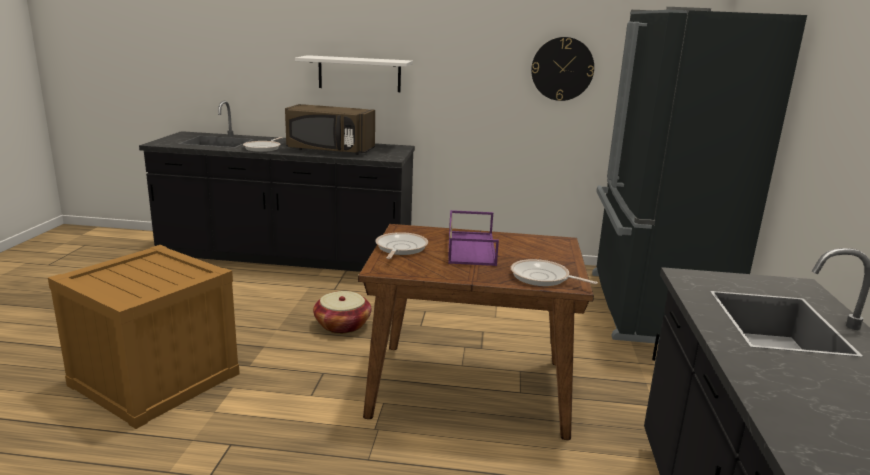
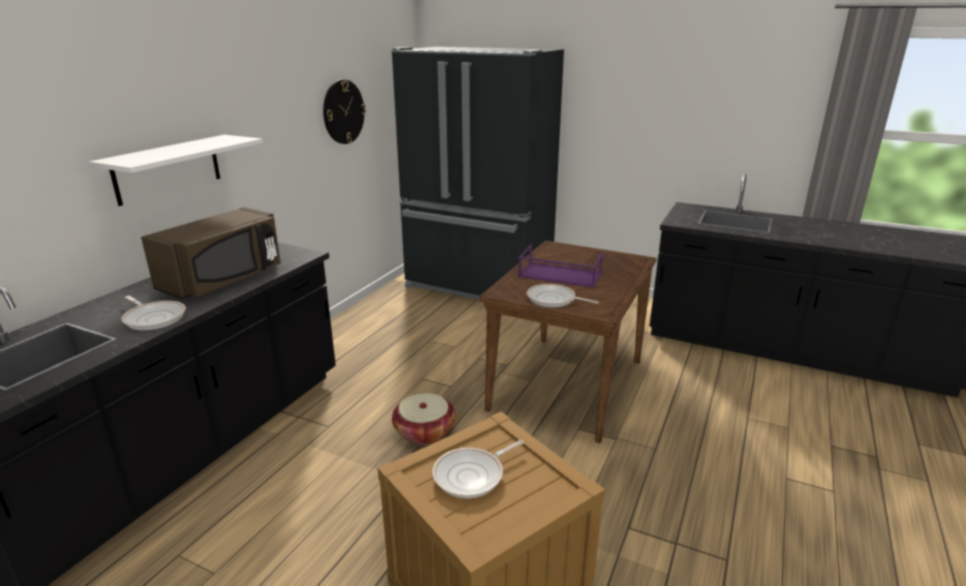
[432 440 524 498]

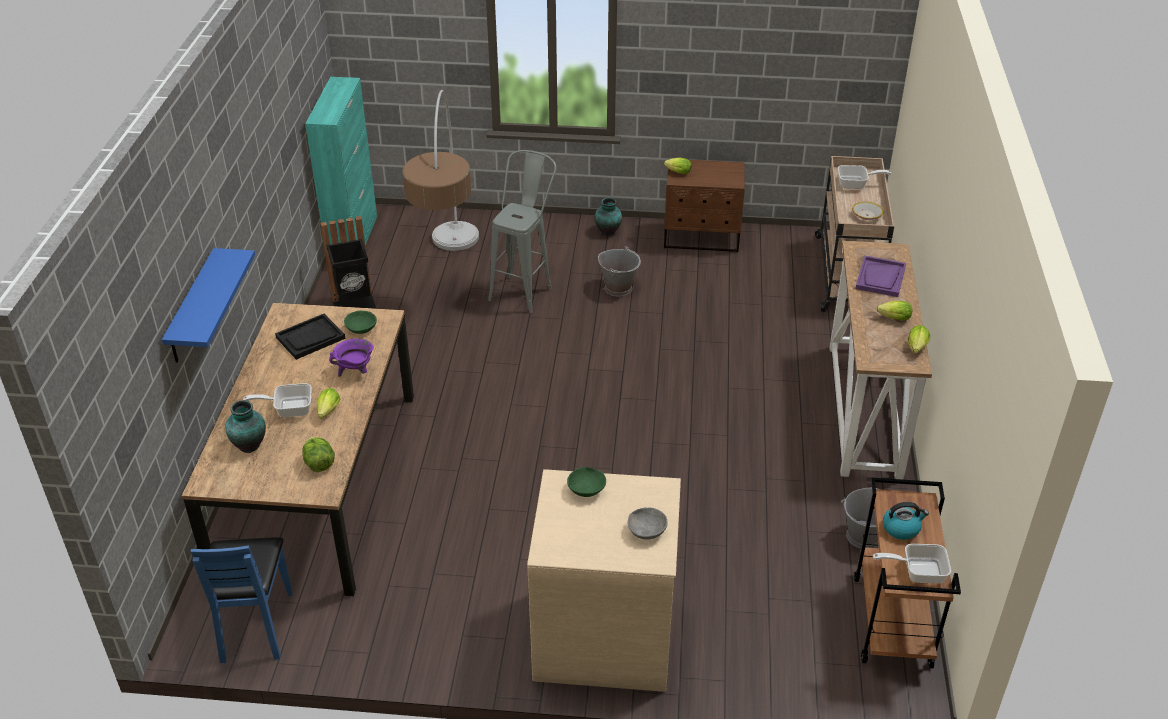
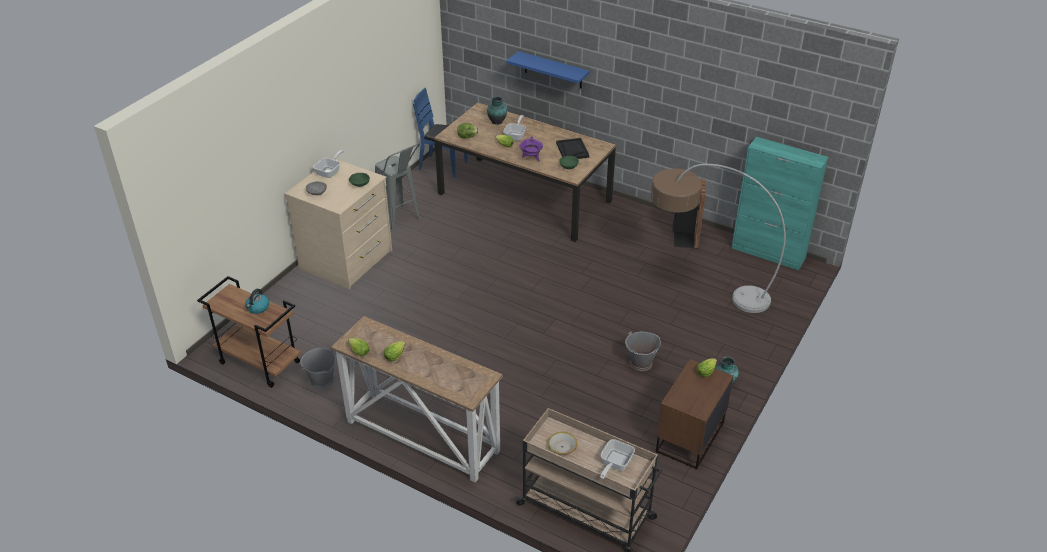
[375 143 421 233]
[855 256 906 297] (first image)
[313 150 344 178]

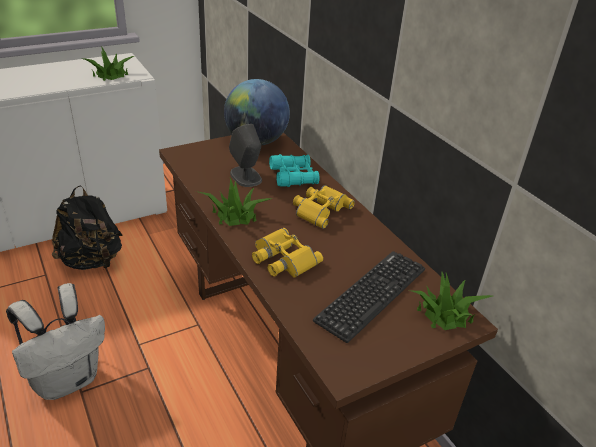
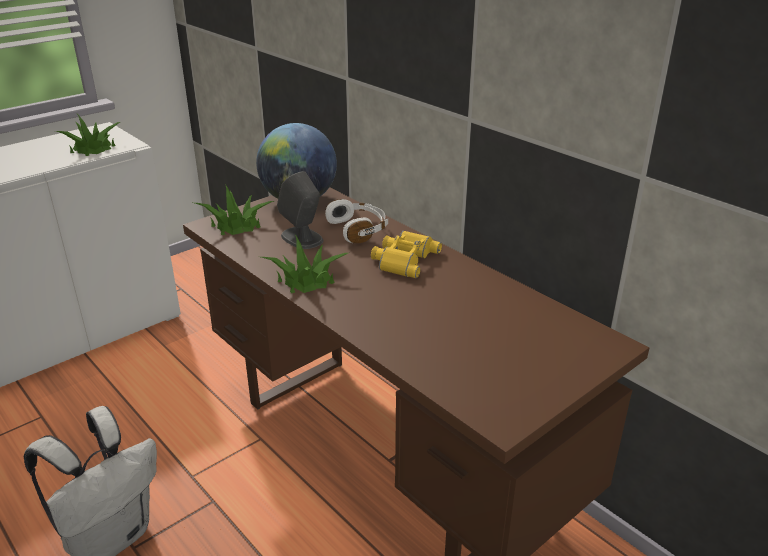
[51 185 123 270] (first image)
[252 228 323 278] (first image)
[325 199 388 244]
[313 251 425 343] (first image)
[195 184 274 235]

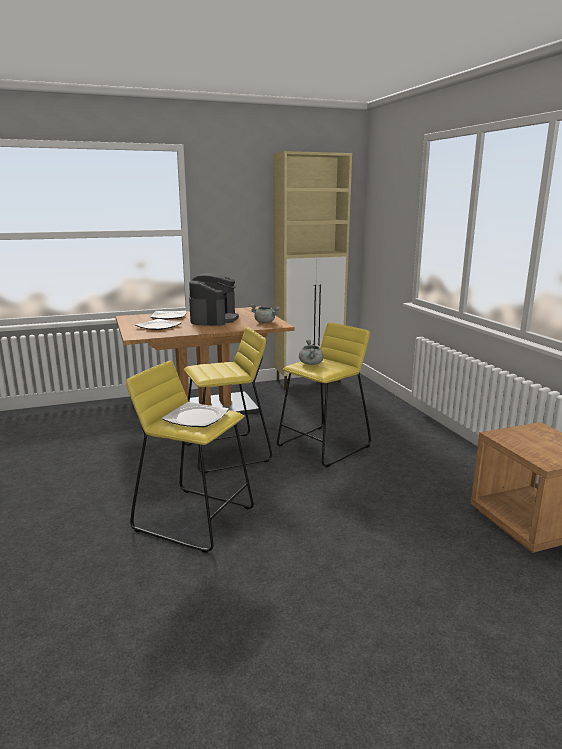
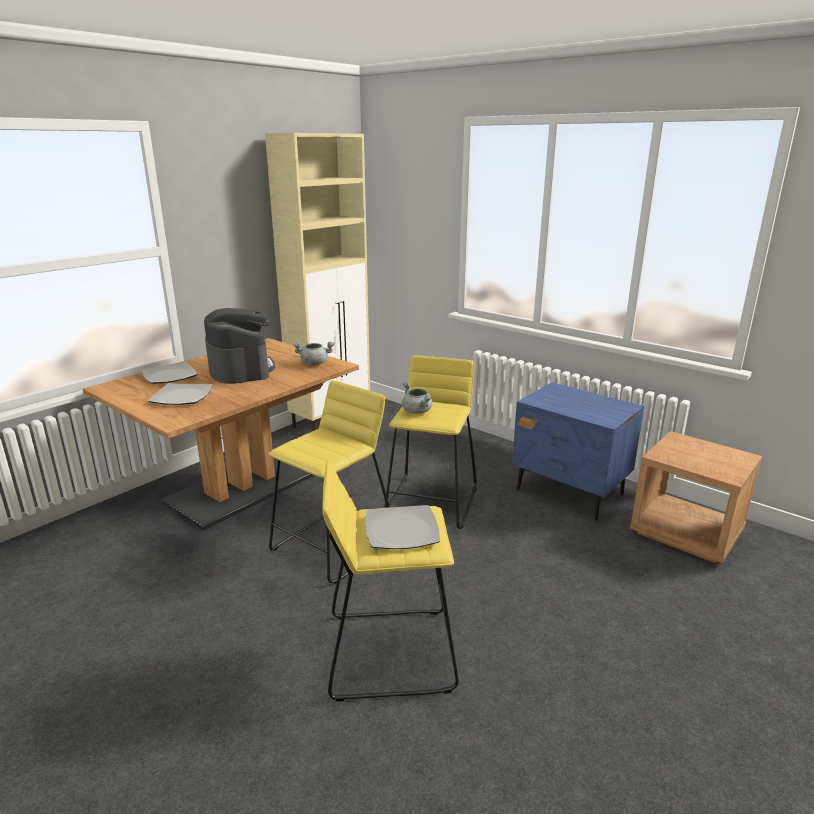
[512 382 644 521]

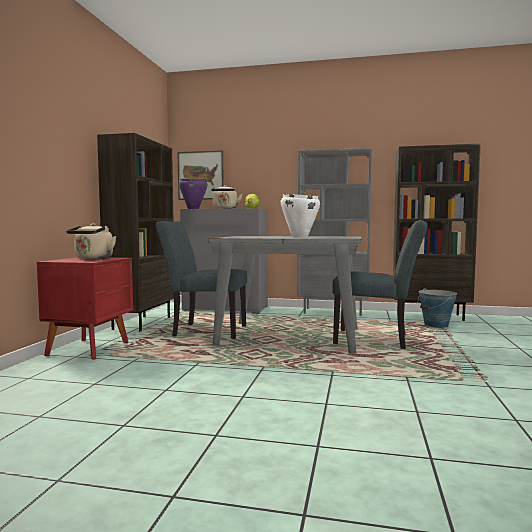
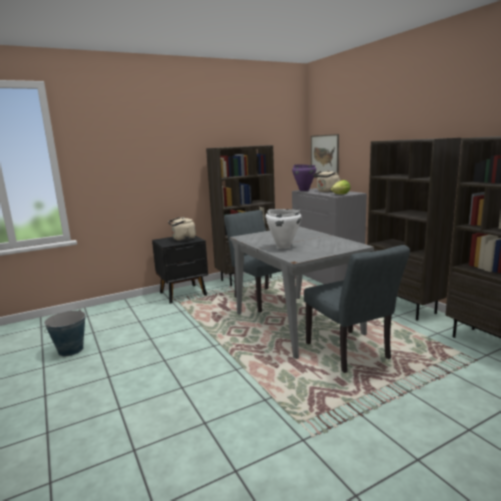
[152 235 208 303]
[367 138 461 321]
[44 310 86 356]

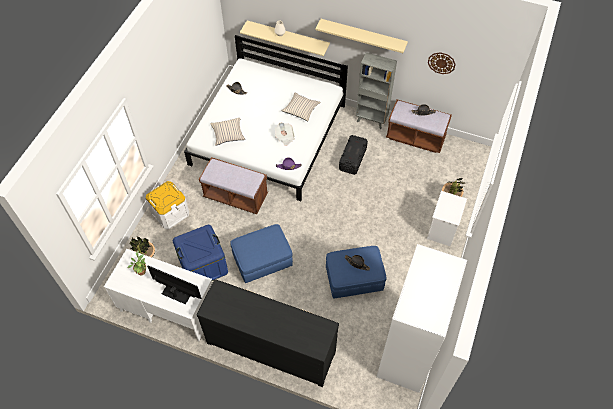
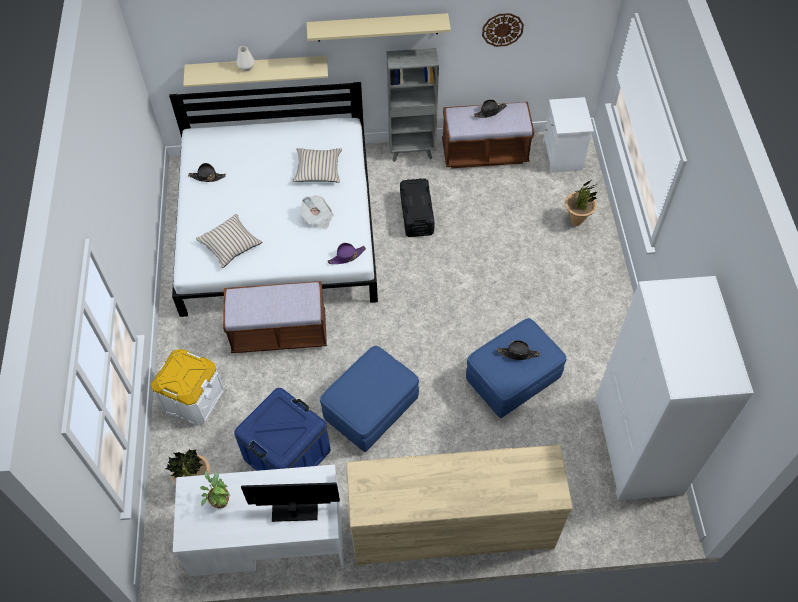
[346 445 573 566]
[543 97 594 174]

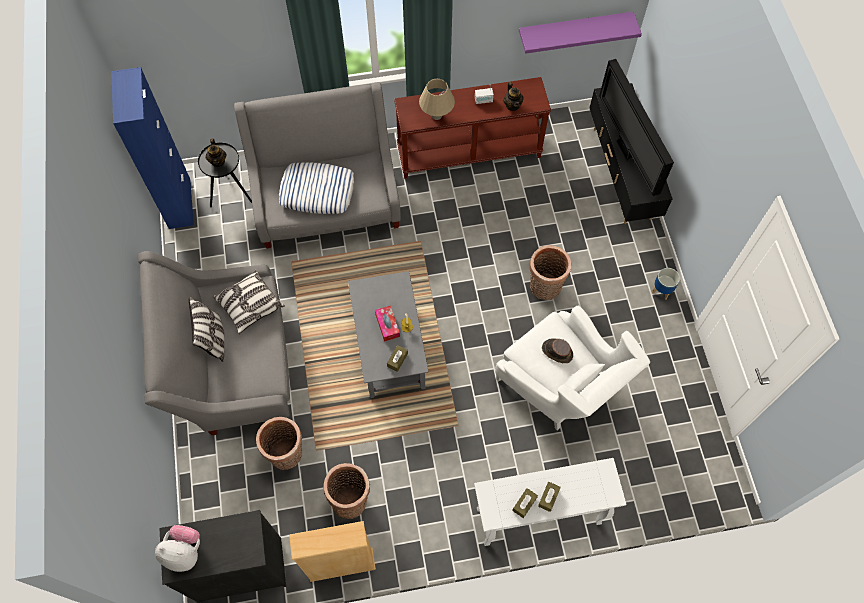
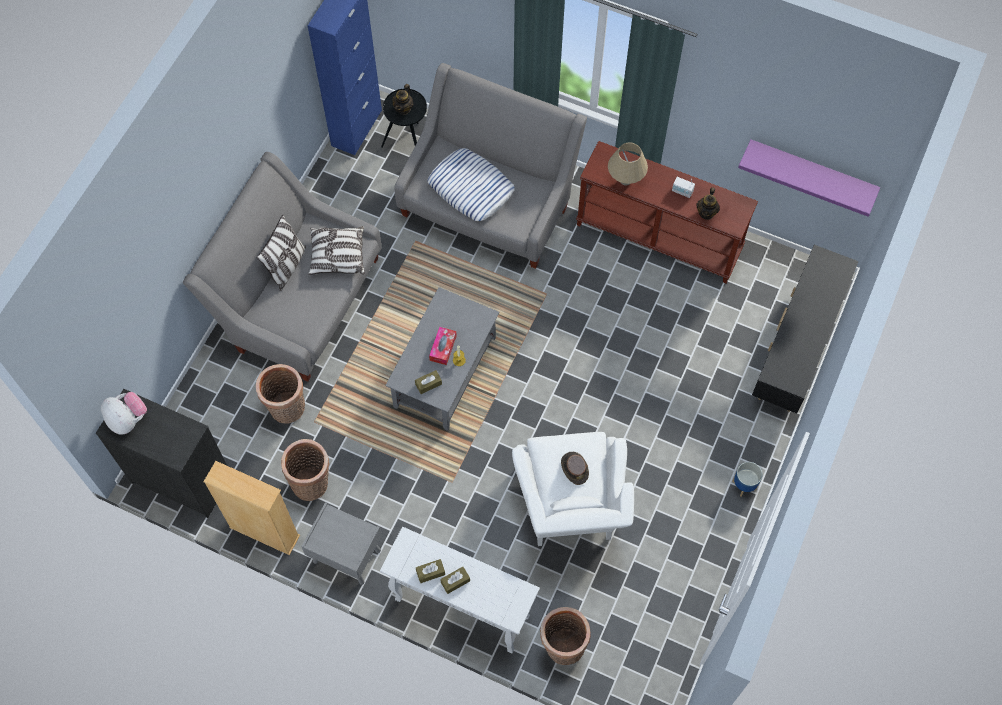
[540 607 591 665]
[599 59 674 196] (first image)
[301 503 382 585]

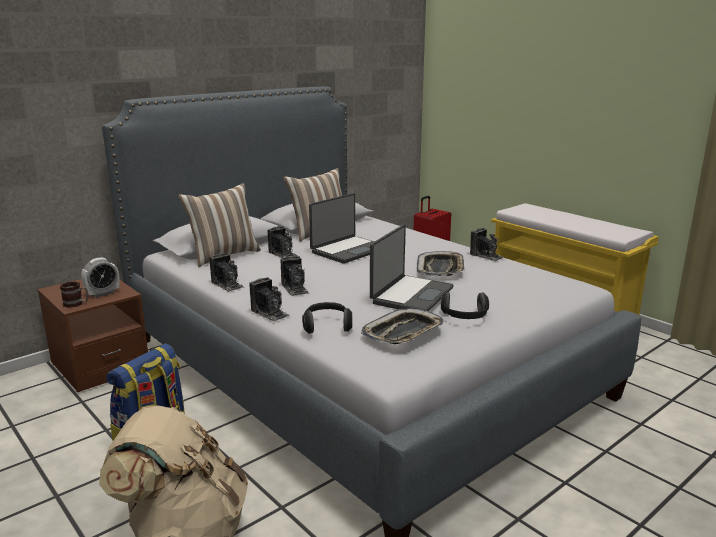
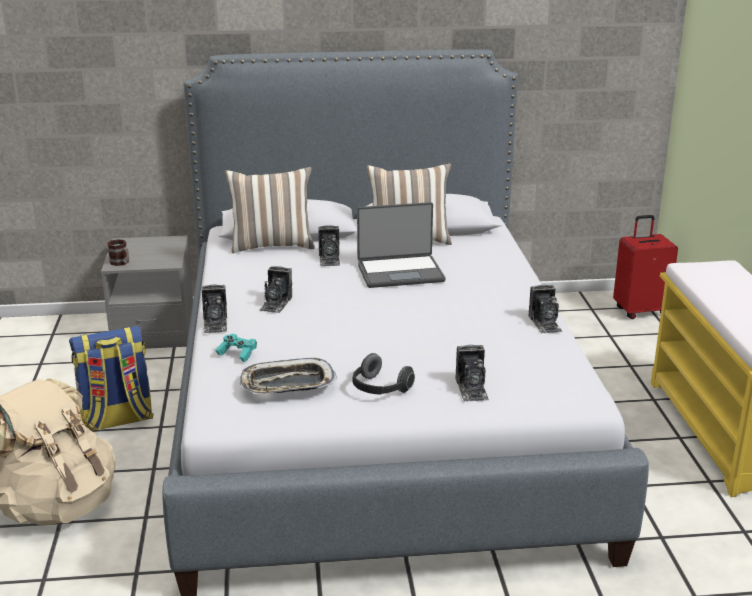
[101 235 193 349]
[81 257 120 298] (first image)
[455 345 489 402]
[216 334 257 362]
[370 225 454 311] (first image)
[417 251 465 276] (first image)

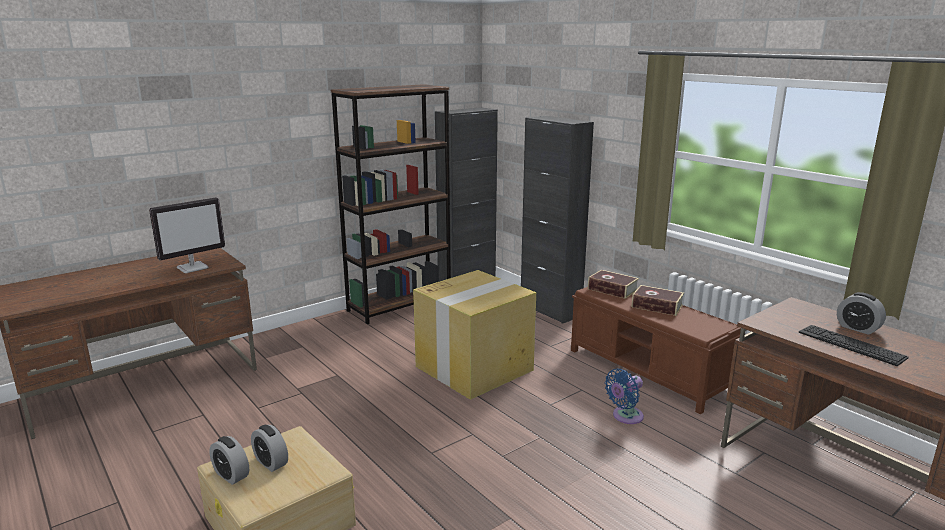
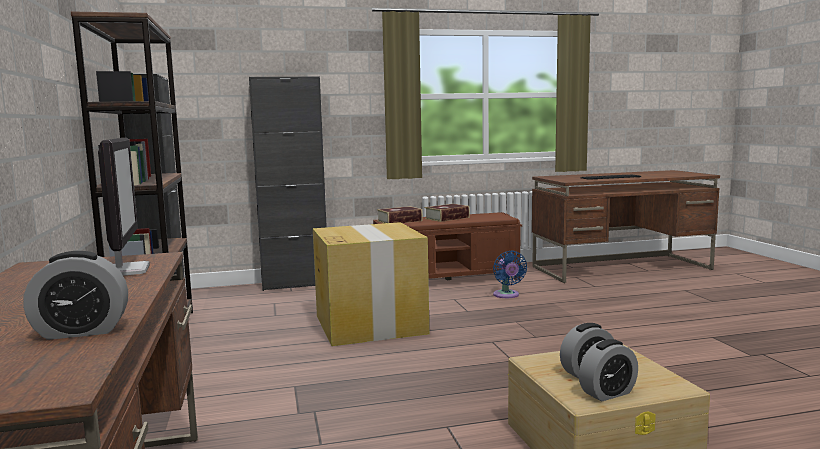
[23 251 128 340]

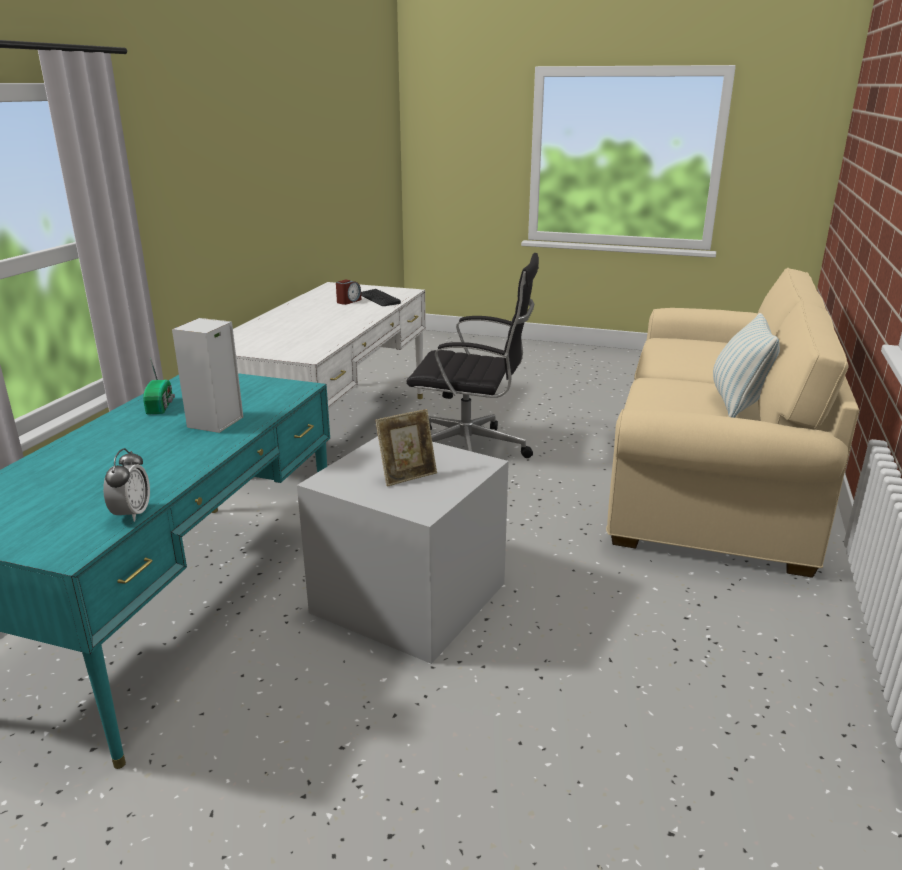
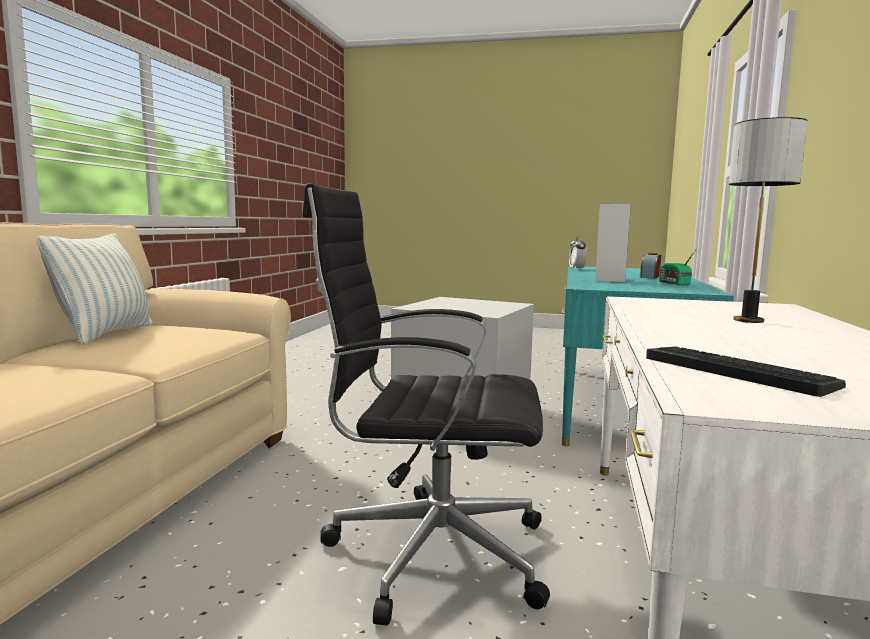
[640 253 661 279]
[375 409 437 487] (first image)
[729 117 807 323]

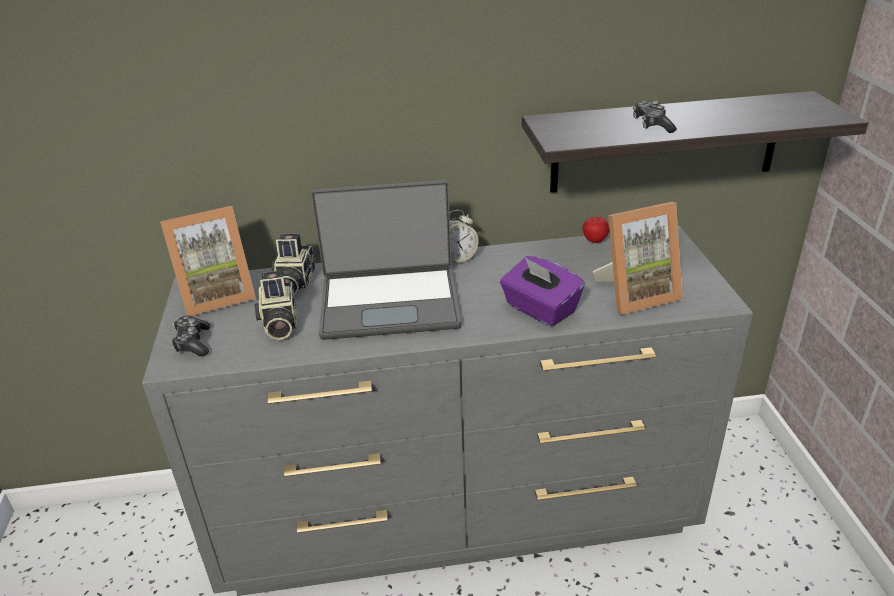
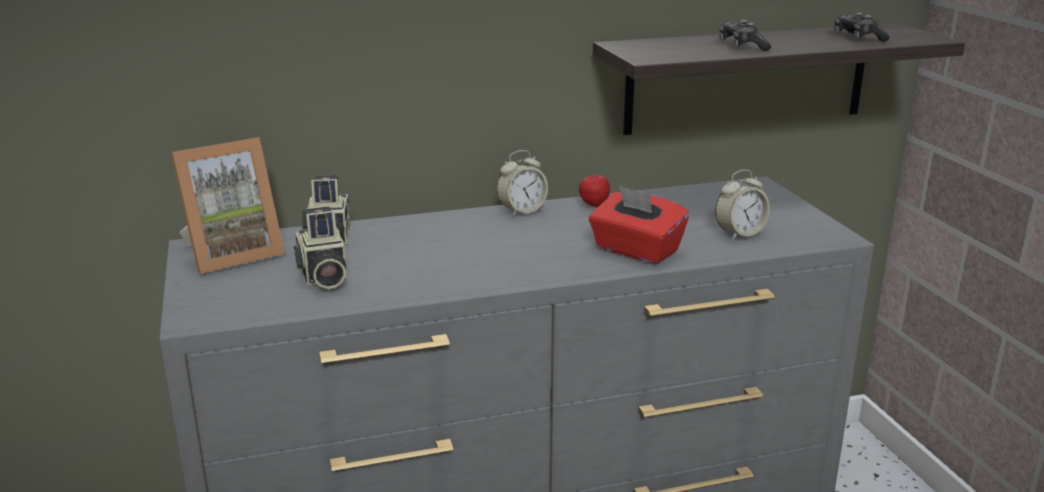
[834 12 889 42]
[311 180 461 340] (first image)
[589 186 689 264]
[579 175 610 207]
[715 170 770 240]

